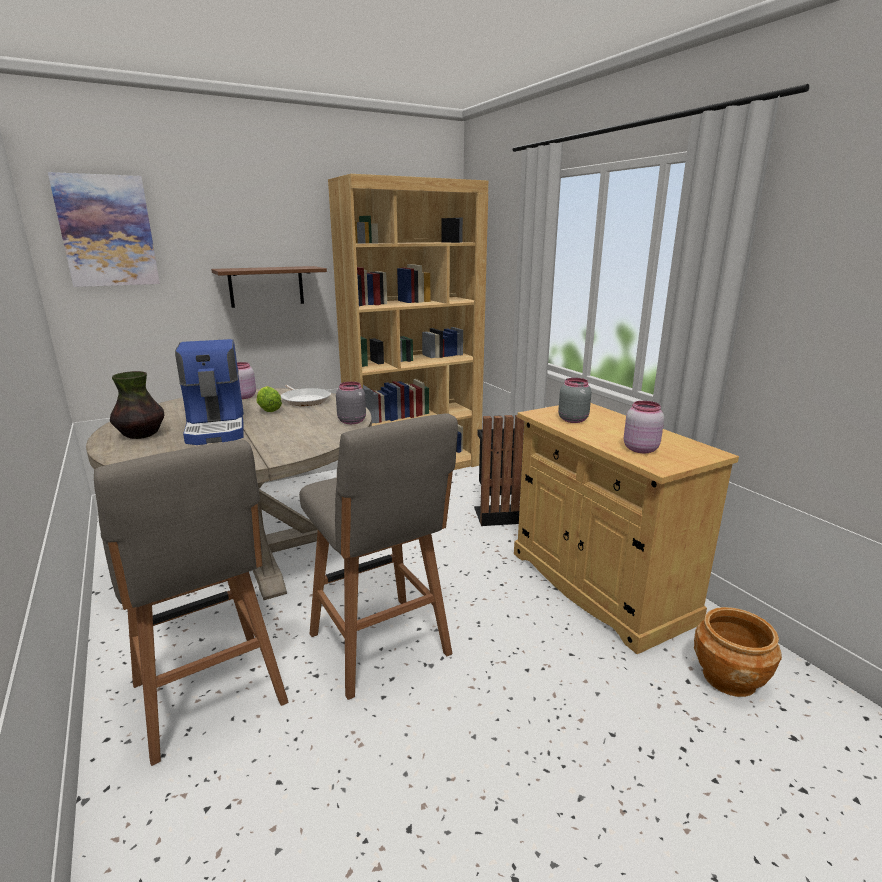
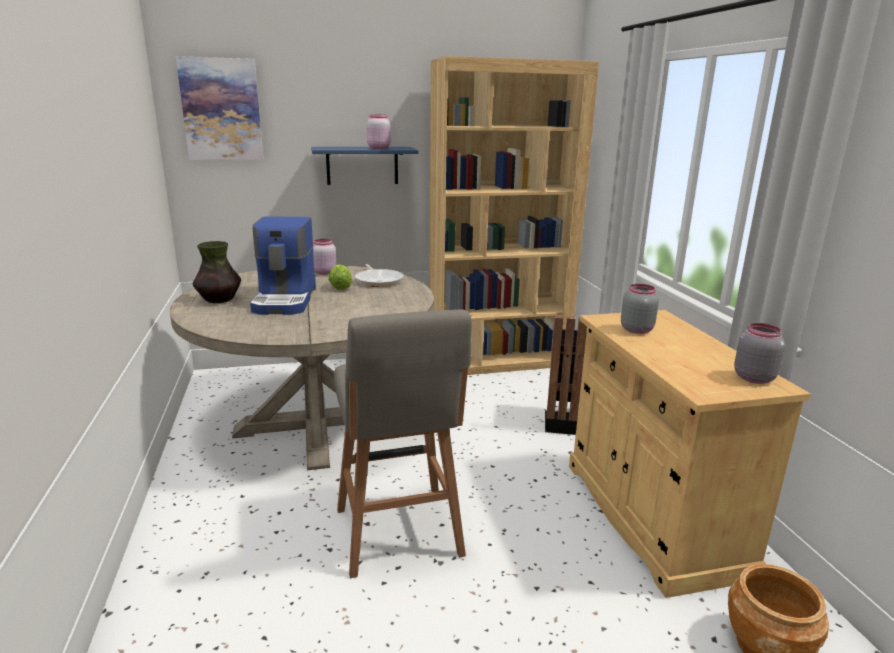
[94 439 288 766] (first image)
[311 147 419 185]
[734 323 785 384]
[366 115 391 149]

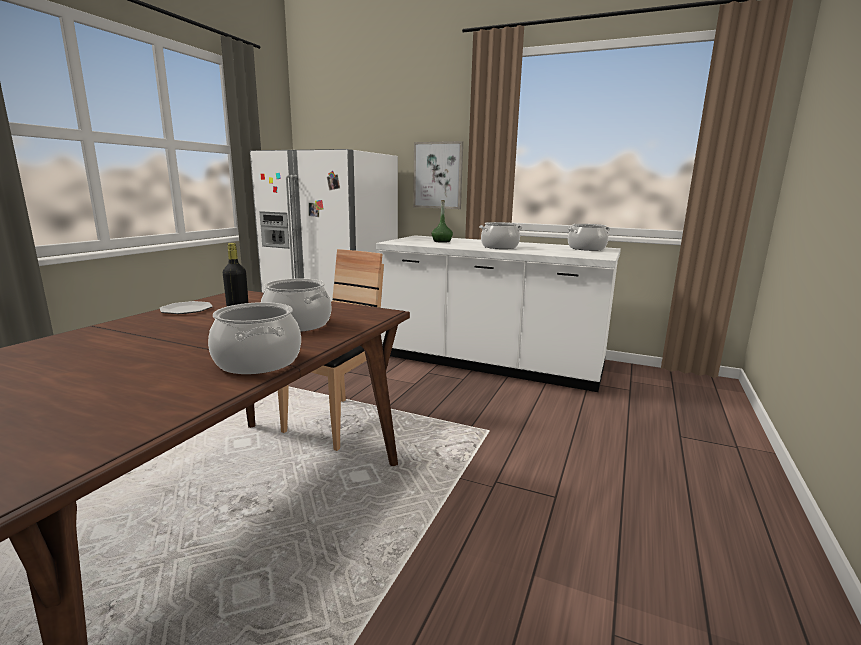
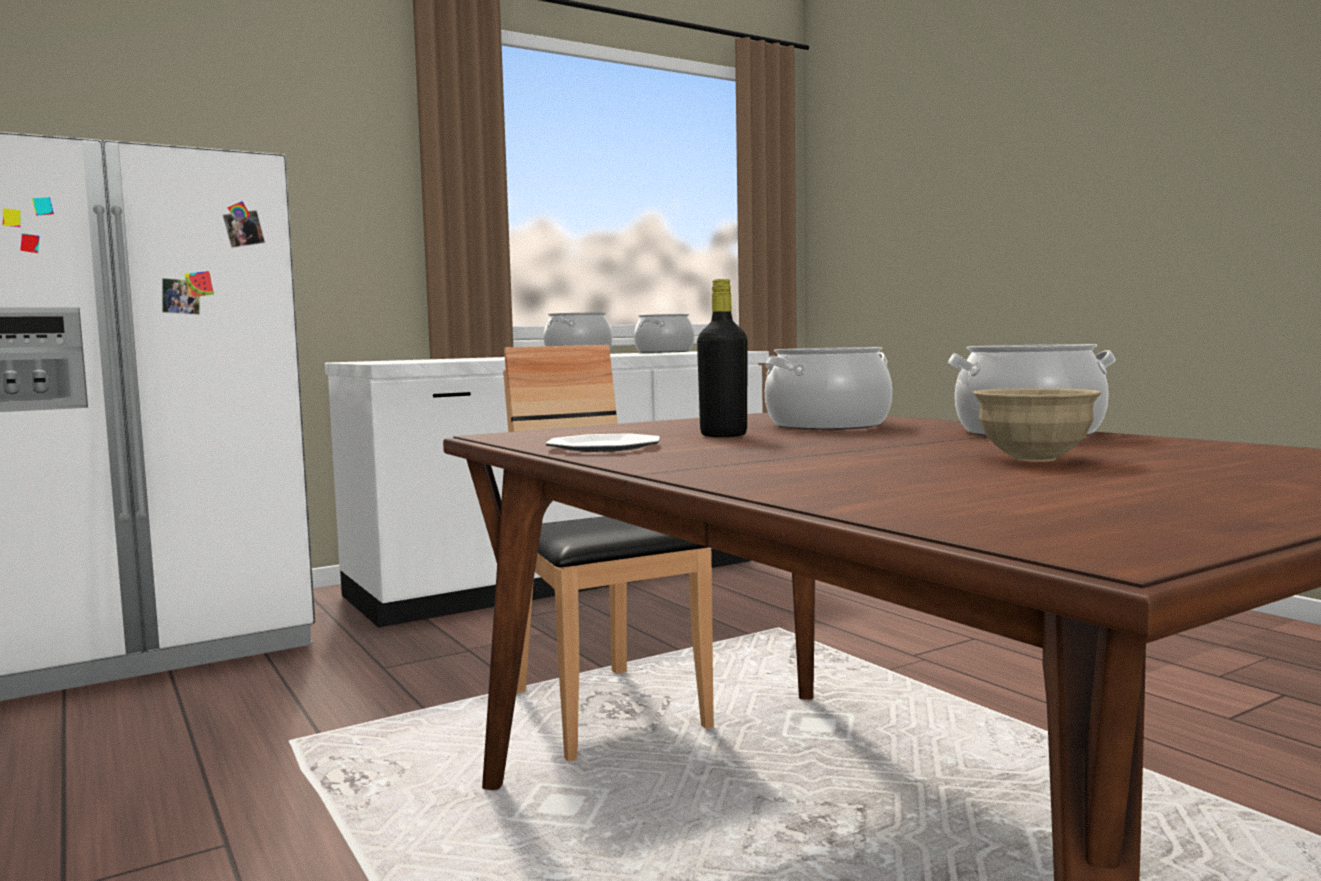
[413 141 463 209] (first image)
[432 200 453 243] (first image)
[972 388 1102 462]

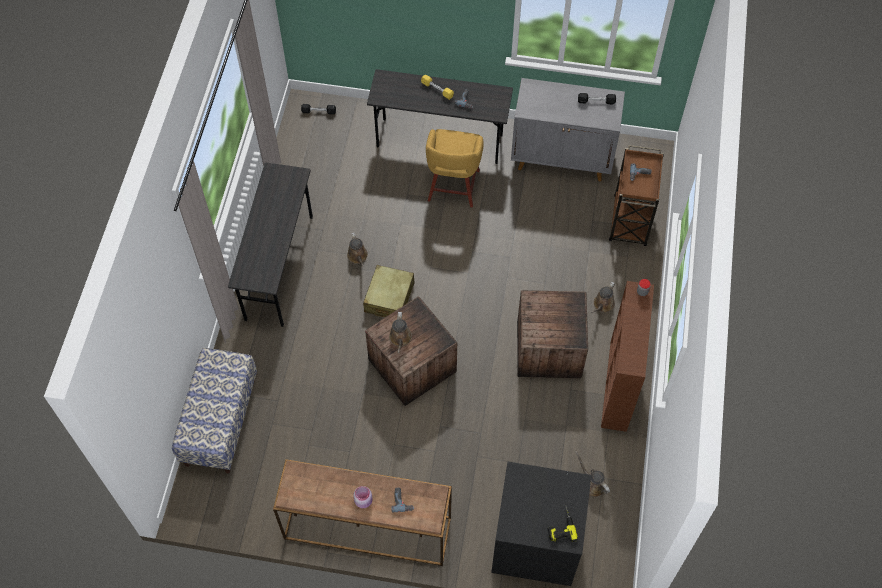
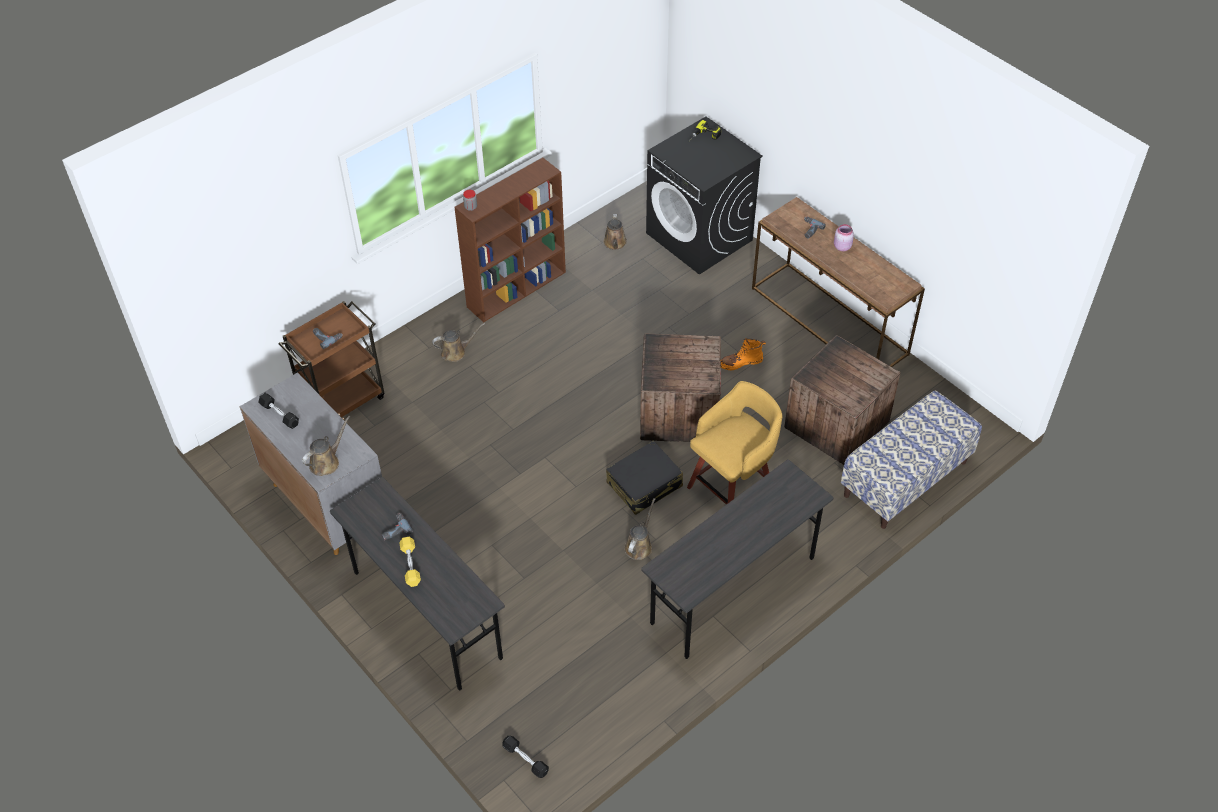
[606 441 683 515]
[302 416 350 476]
[687 381 782 505]
[784 335 900 465]
[721 338 766 371]

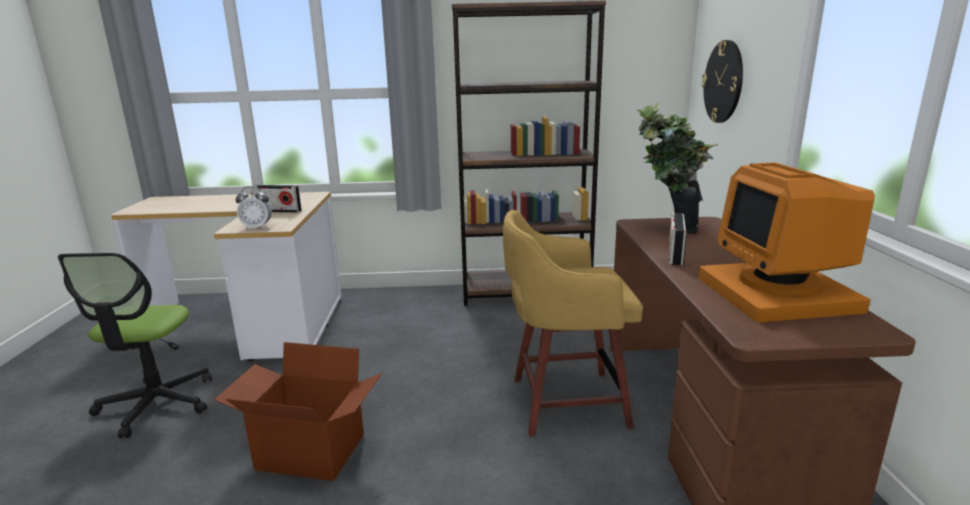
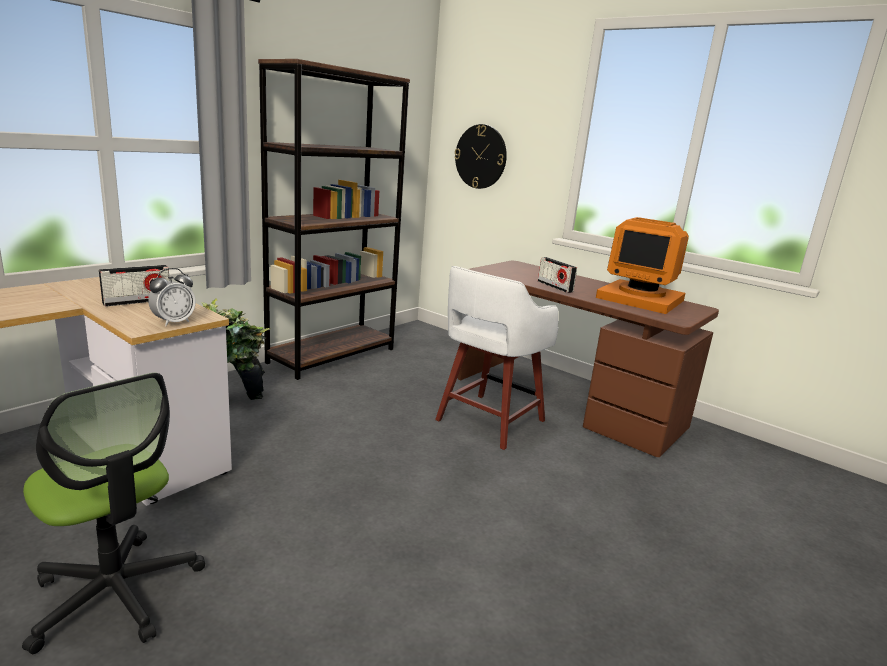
[214 342 382 481] (first image)
[435 266 559 450]
[201 299 270 400]

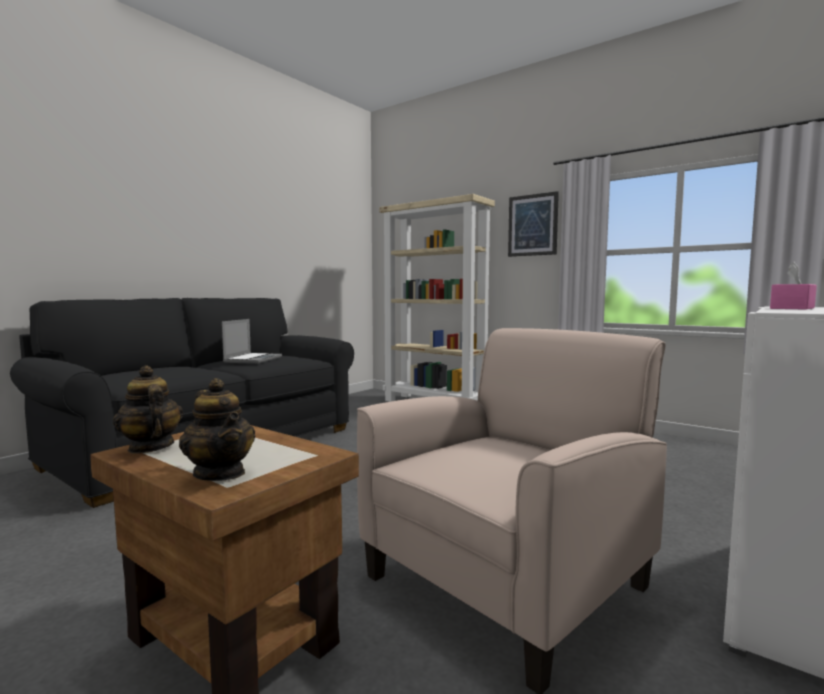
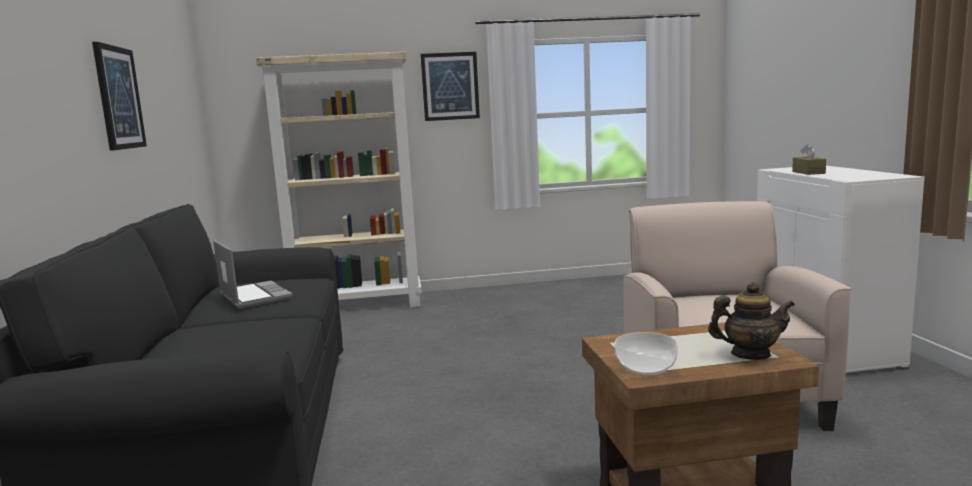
[615 332 678 375]
[792 144 826 175]
[92 42 147 151]

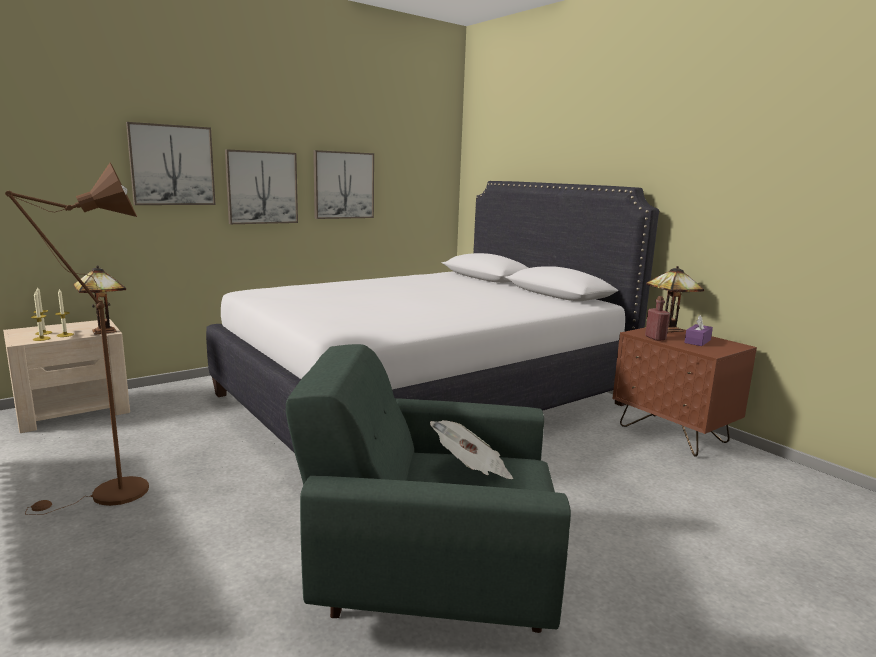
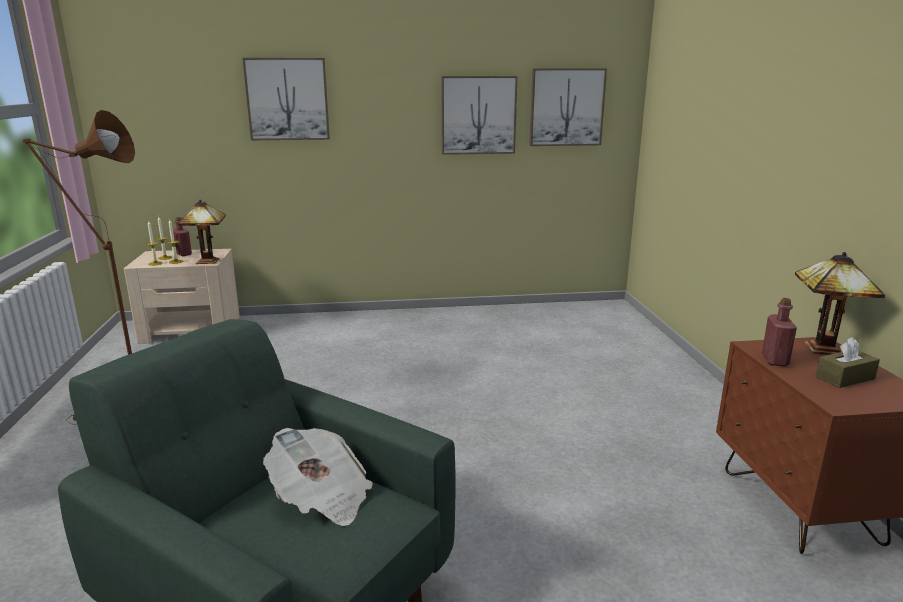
[206 181 659 453] (first image)
[529 68 607 146]
[815 337 880 388]
[173 217 192 256]

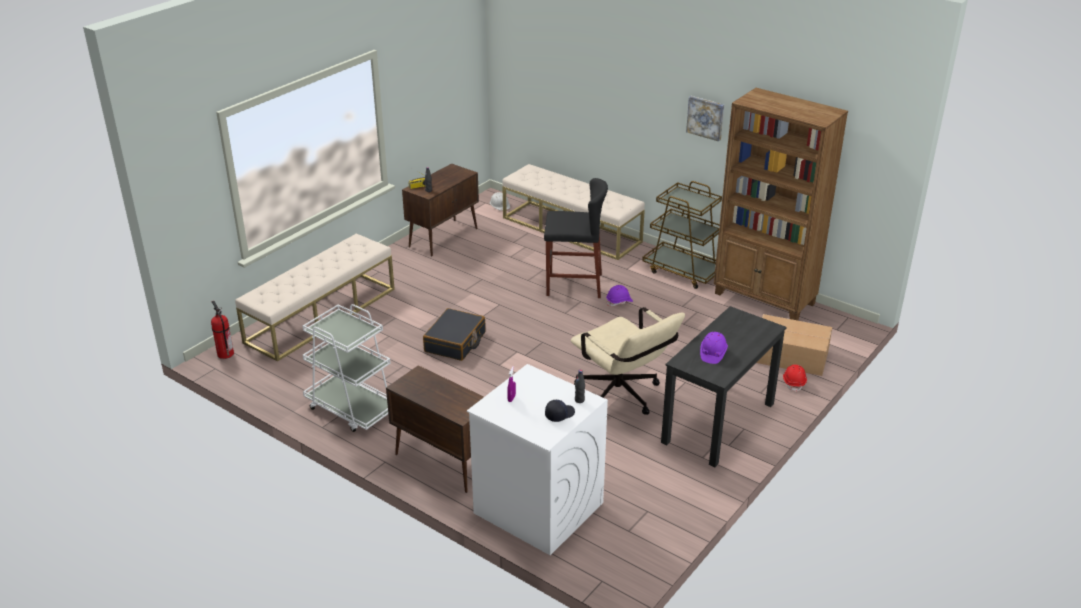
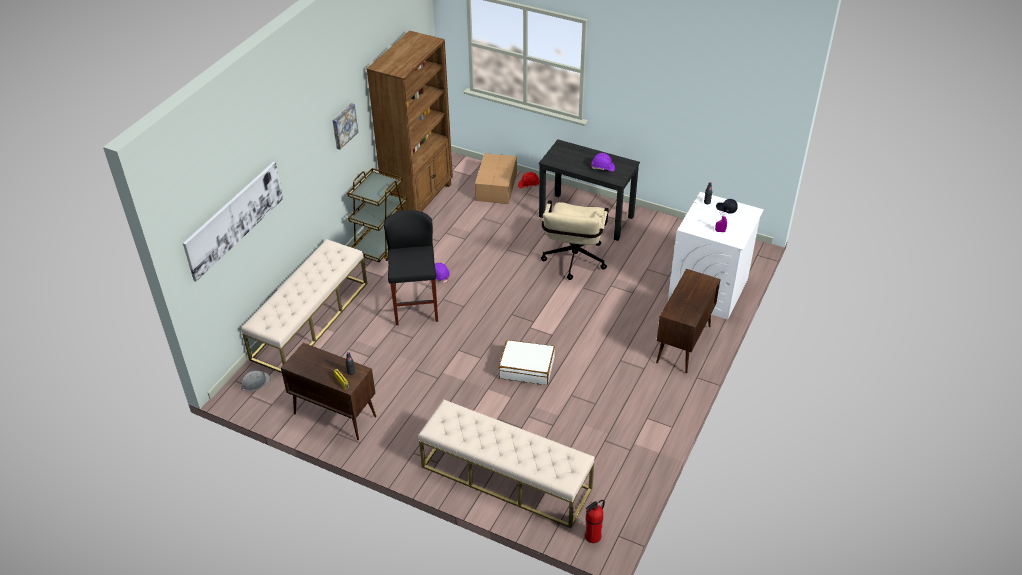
[303 304 391 432] (first image)
[498 340 555 385]
[541 200 608 280]
[183 162 283 282]

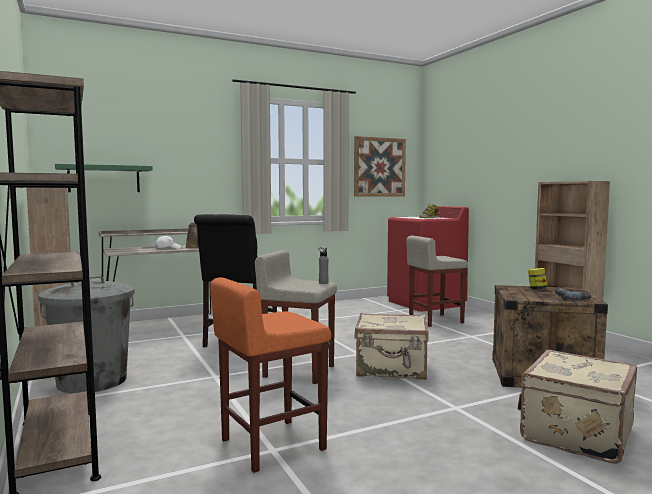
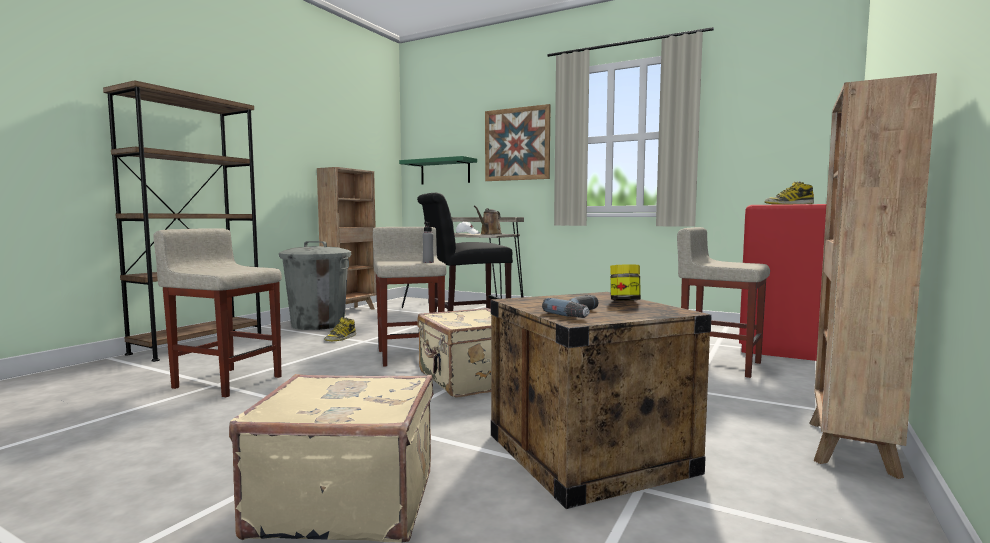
[154 228 282 397]
[485 104 550 181]
[324 317 356 341]

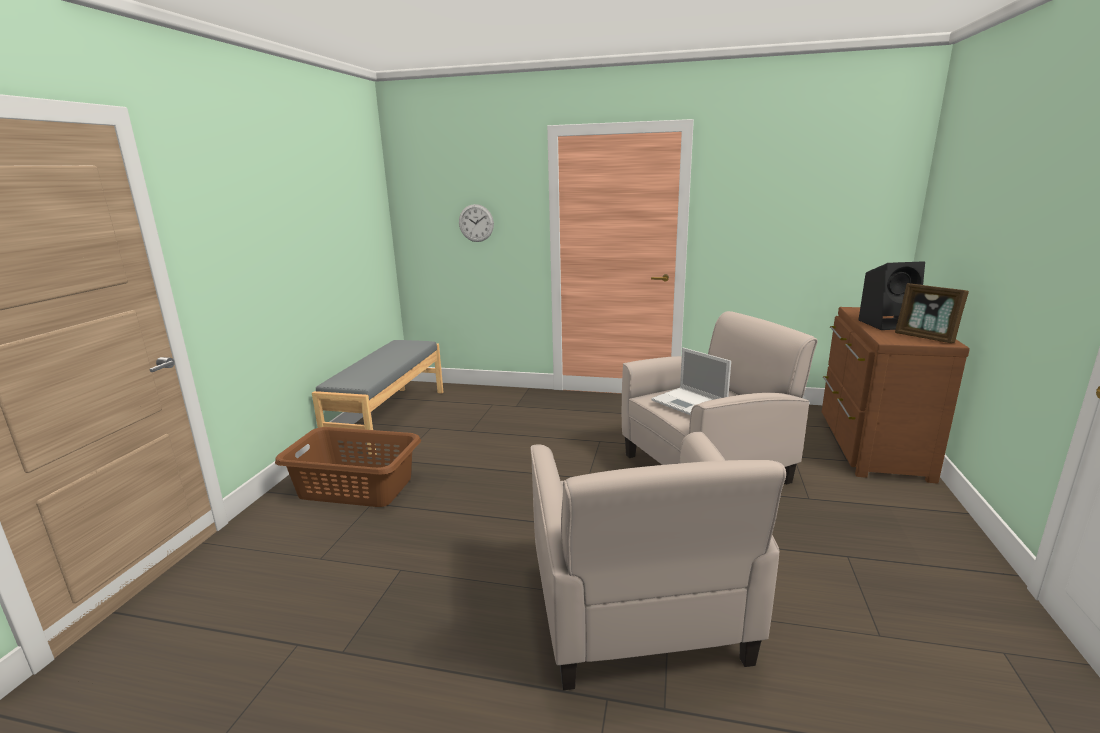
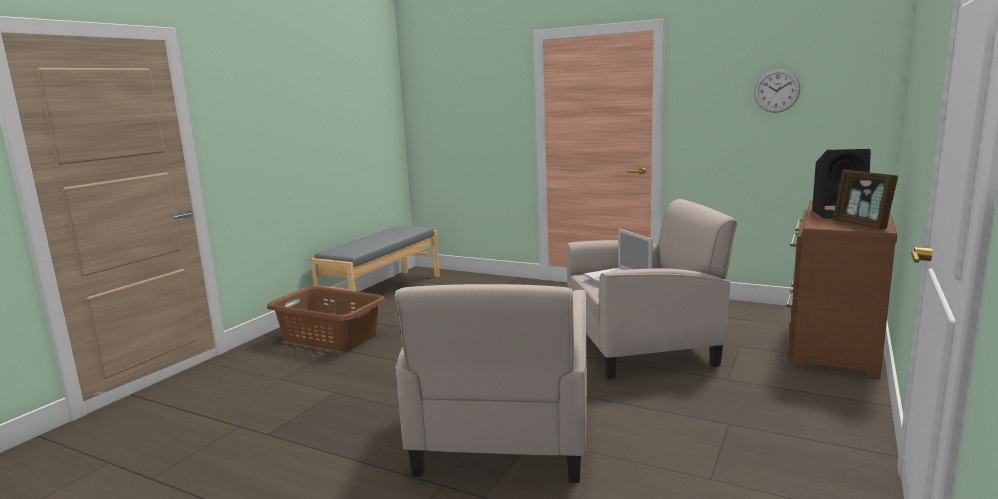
[754 69 800 113]

